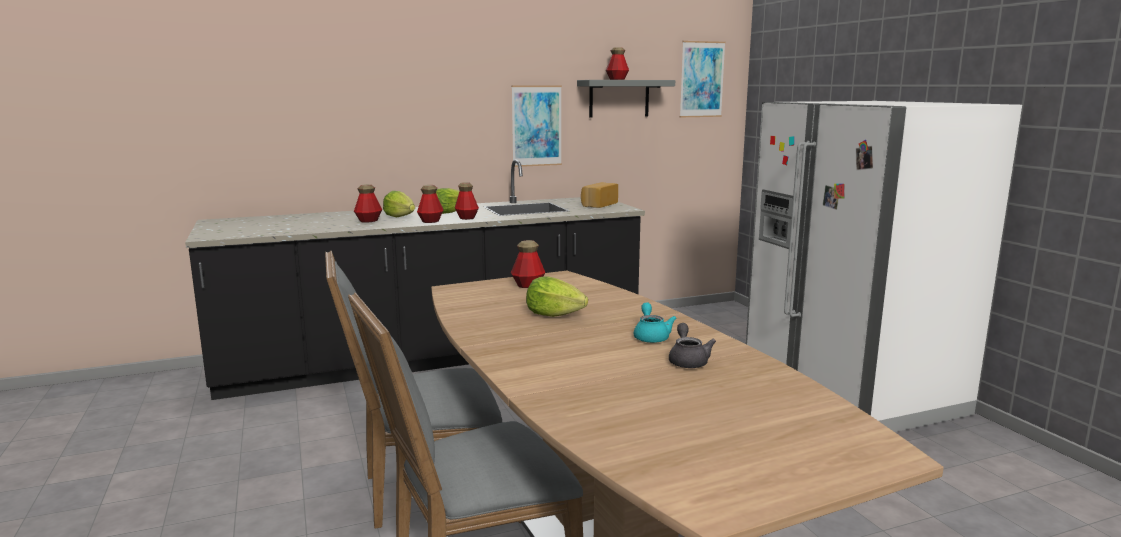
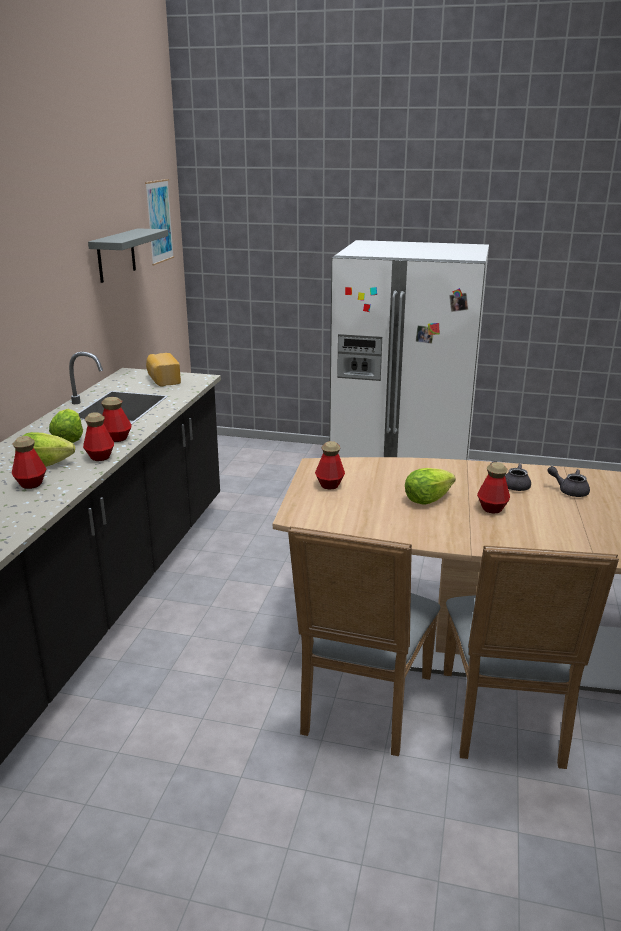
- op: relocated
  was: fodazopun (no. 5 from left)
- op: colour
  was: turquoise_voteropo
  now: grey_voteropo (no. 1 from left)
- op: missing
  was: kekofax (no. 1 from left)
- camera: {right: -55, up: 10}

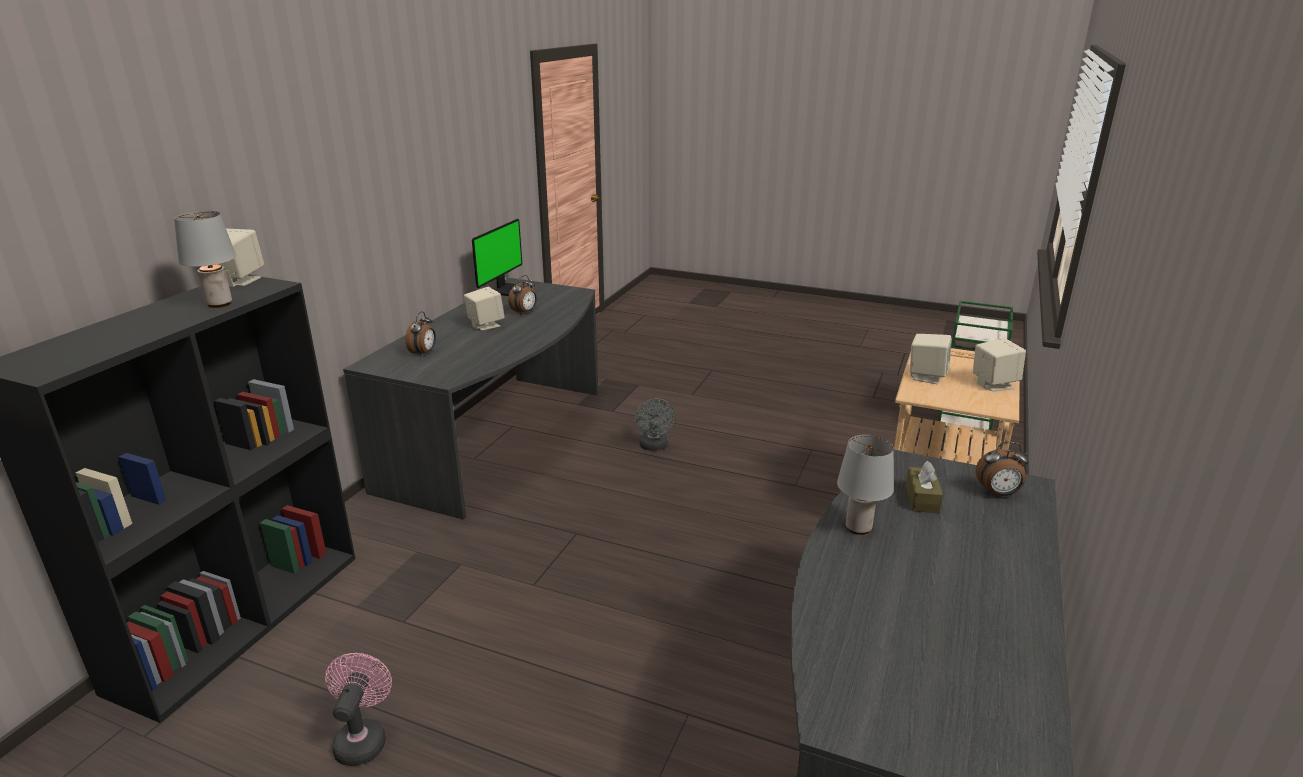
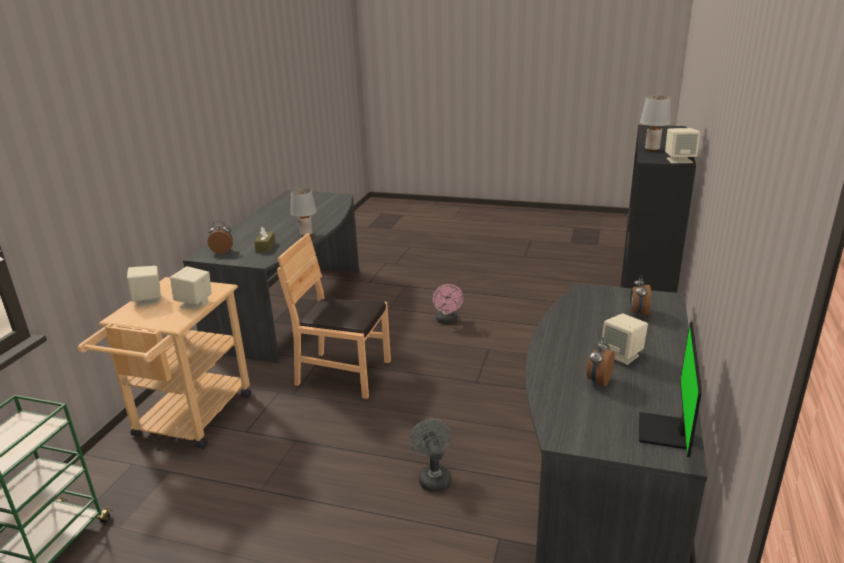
- op: appeared
  now: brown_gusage
- op: relocated
  was: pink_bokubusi
- camera: {right: 175, up: 0}

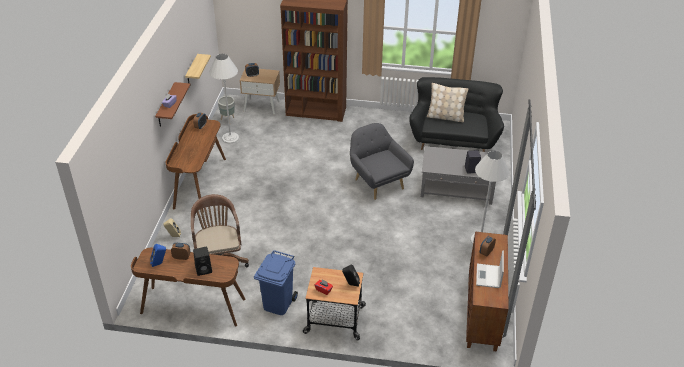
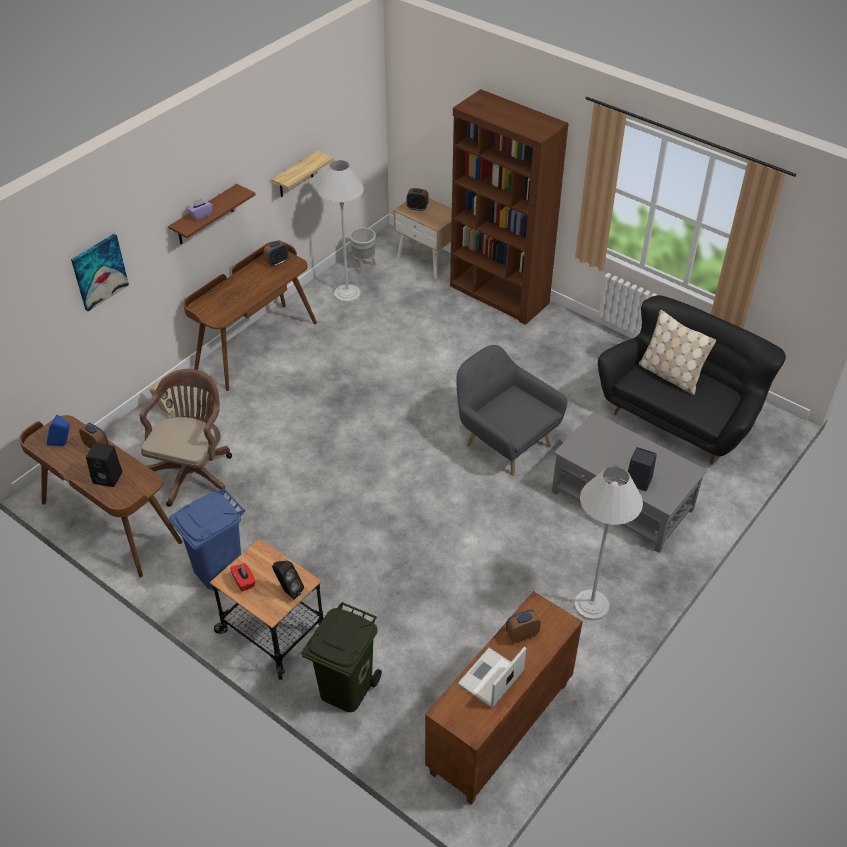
- op: appeared
  now: kekofax
- op: appeared
  now: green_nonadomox
- op: spun
  was: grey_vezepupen
  clockwise: -45
- camera: {right: 30, up: 5}

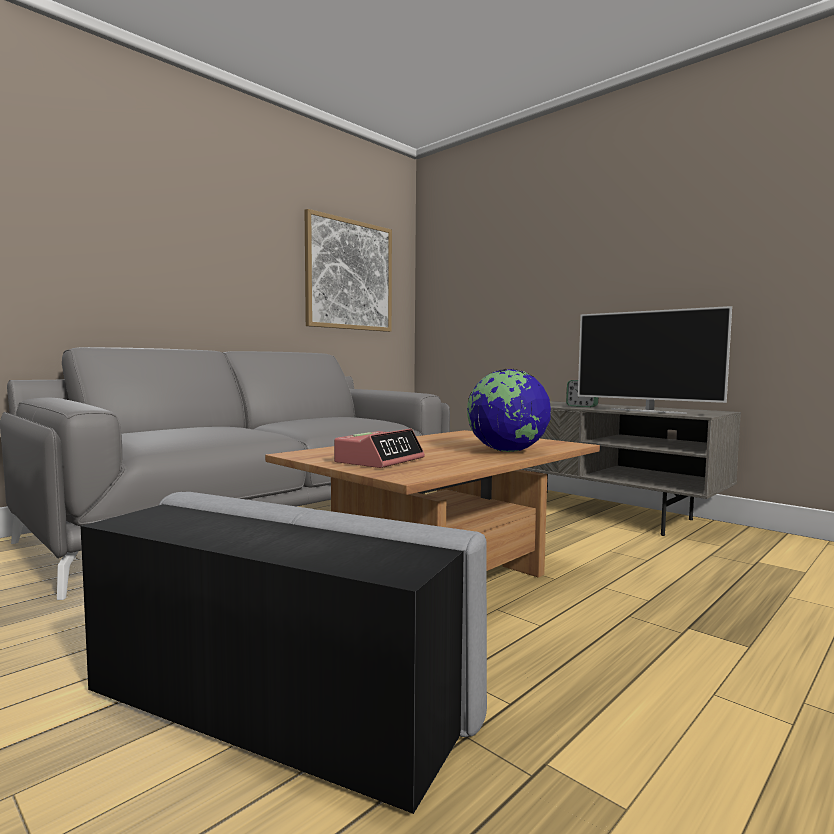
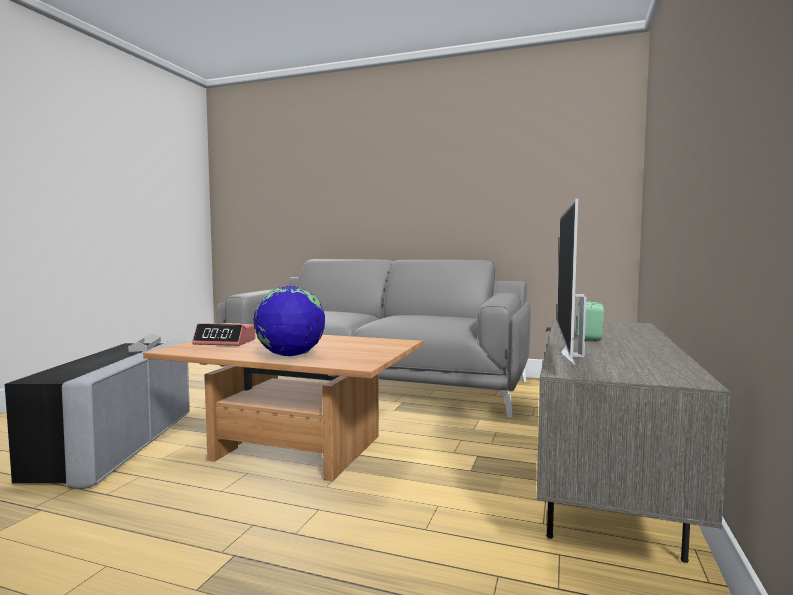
- op: appeared
  now: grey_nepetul
- op: missing
  was: kekofax
- camera: {right: 65, up: 0}

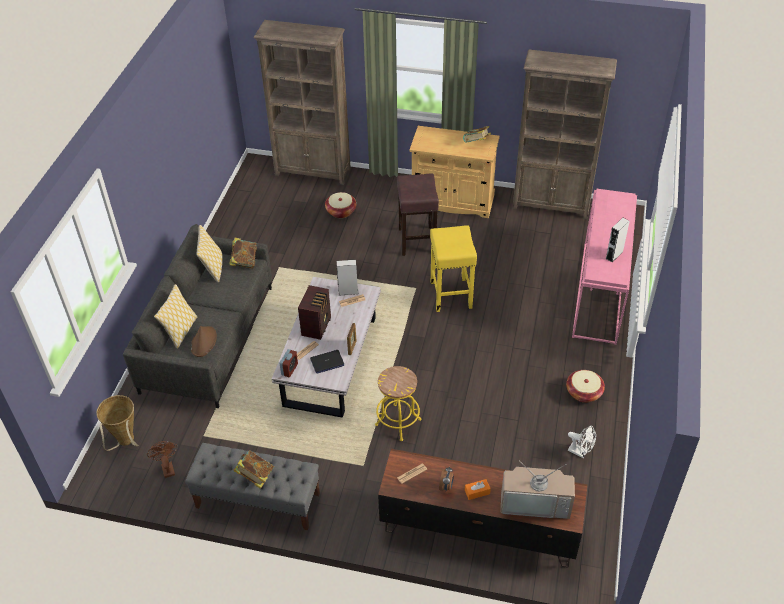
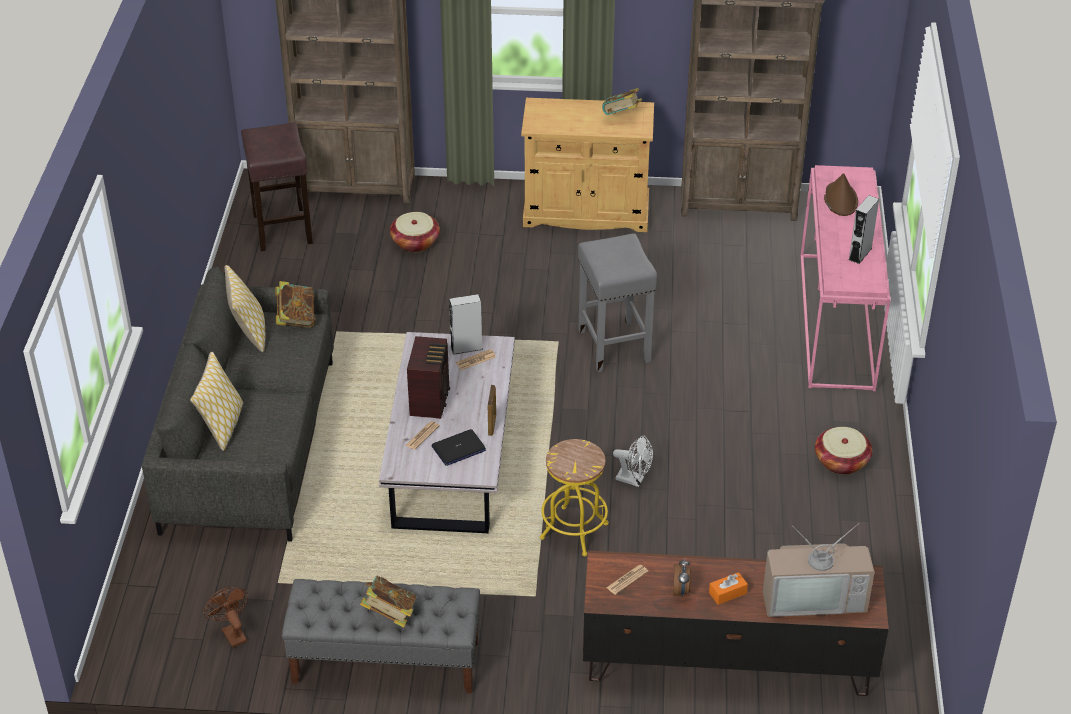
- op: relocated
  was: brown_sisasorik
- op: colour
  was: yellow_sisasorik (no. 2 from left)
  now: grey_sisasorik
- op: relocated
  was: white_bokubusi
- op: relocated
  was: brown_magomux
- op: missing
  was: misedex (no. 1 from left)
- op: missing
  was: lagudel (no. 1 from left)
- camera: {right: -10, up: -5}

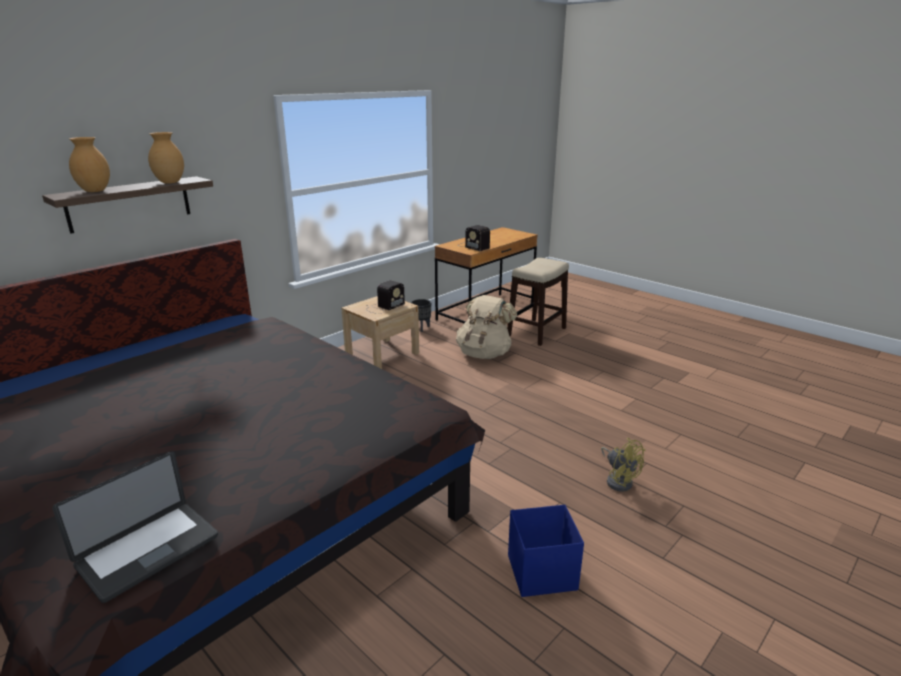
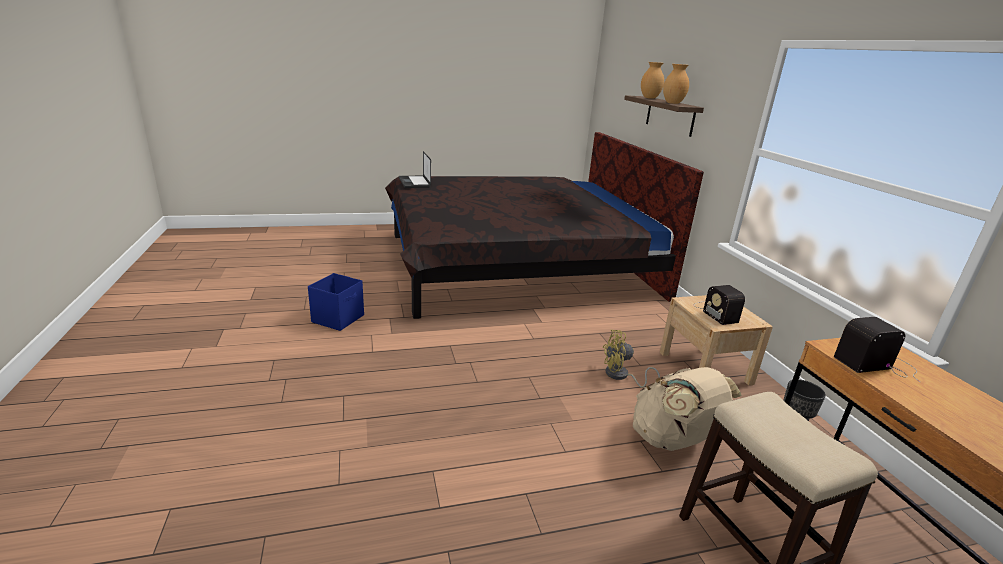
- op: relocated
  was: yellow_bokubusi
- camera: {right: 120, up: 0}

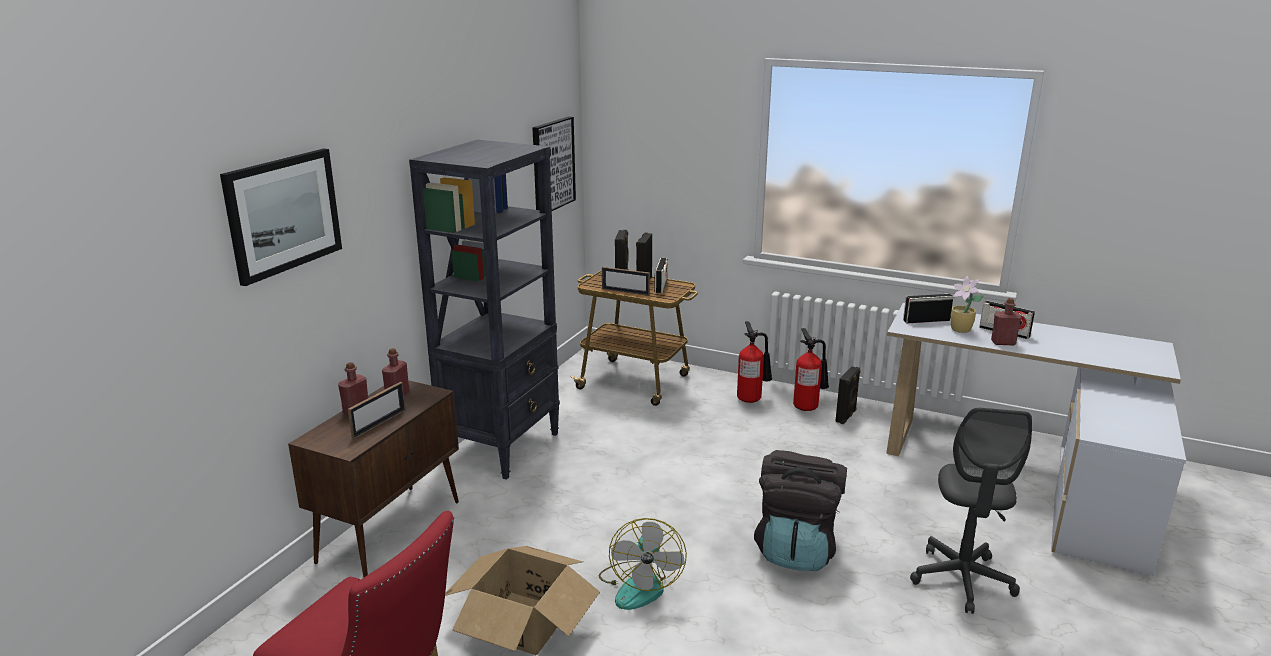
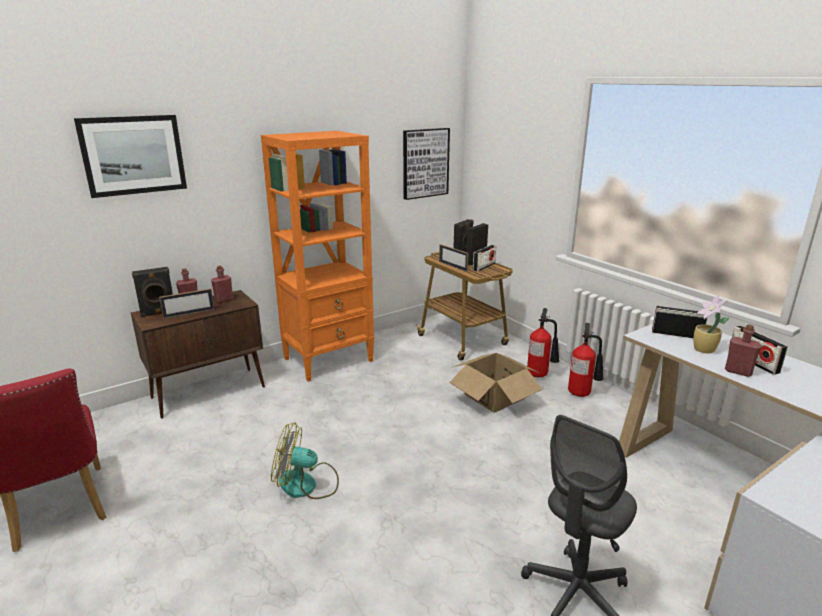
- op: relocated
  was: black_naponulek (no. 3 from left in the first image)
  now: black_naponulek (no. 1 from left)
- op: colour
  was: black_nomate
  now: orange_nomate
- op: spun
  was: bokubusi
  clockwise: 60
- op: relocated
  was: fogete
- op: missing
  was: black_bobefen
- camera: {right: 30, up: 0}

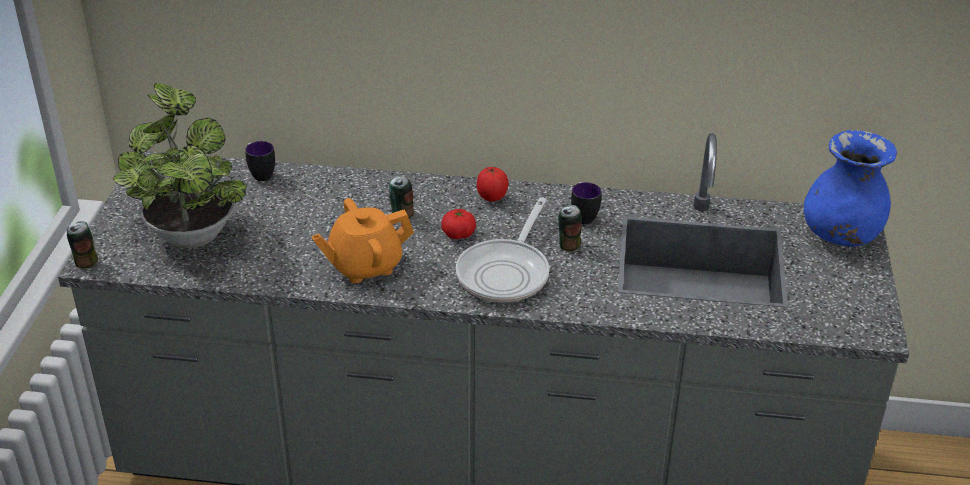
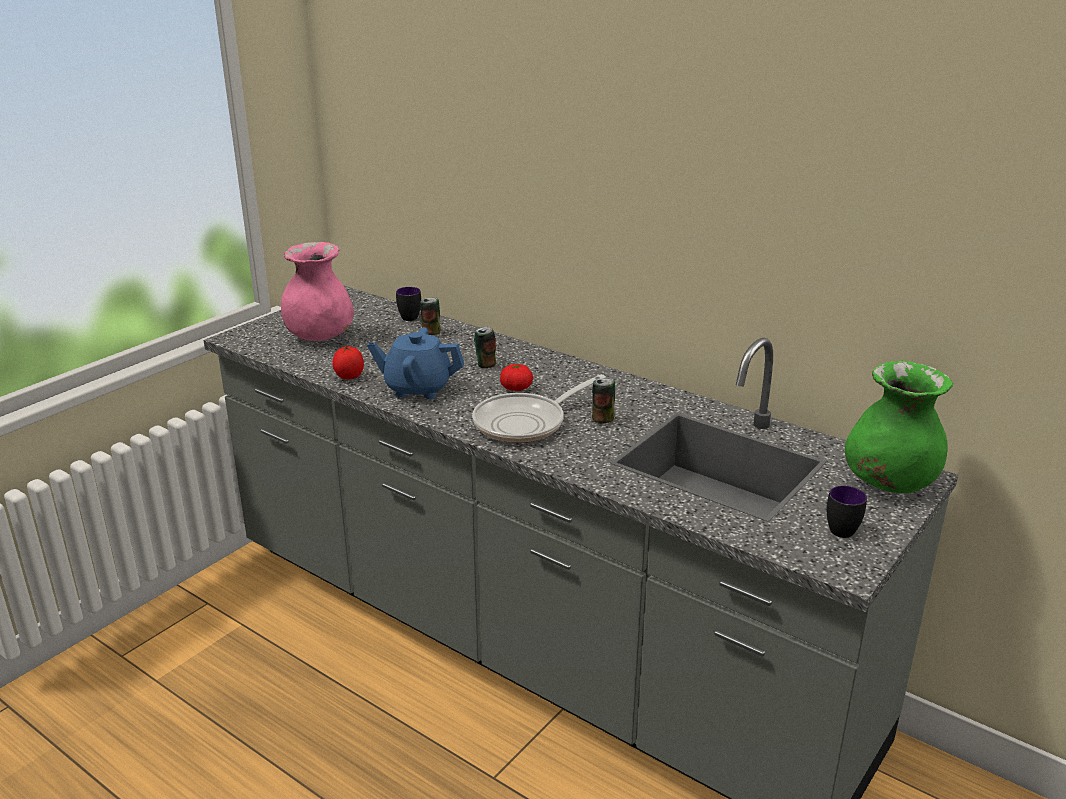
- op: exchanged
  was: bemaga
  now: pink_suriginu
- op: relocated
  was: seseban (no. 2 from left in the first image)
  now: seseban (no. 1 from left)
- op: colour
  was: orange_voteropo
  now: blue_voteropo
- op: relocated
  was: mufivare (no. 1 from left)
- op: relocated
  was: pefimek (no. 2 from left)
- op: colour
  was: blue_suriginu
  now: green_suriginu
- camera: {right: 30, up: -10}

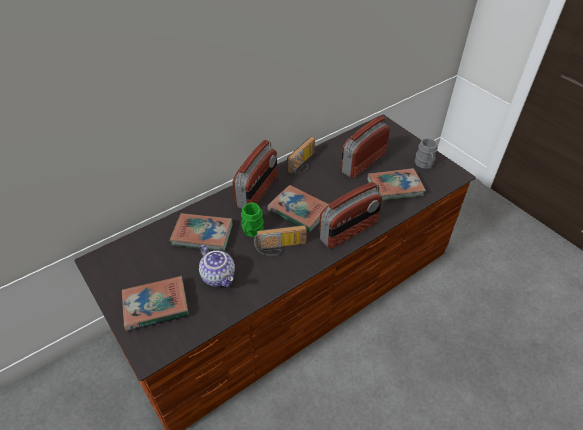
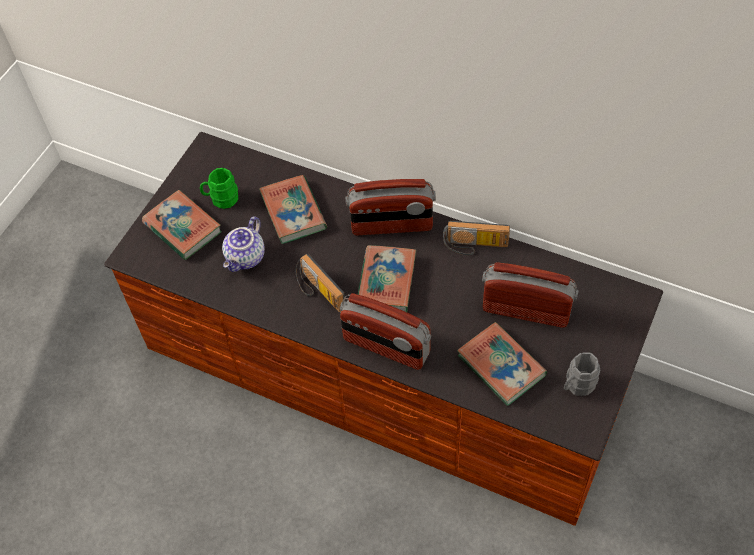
- op: relocated
  was: green_pefimek
- camera: {right: 65, up: 10}

